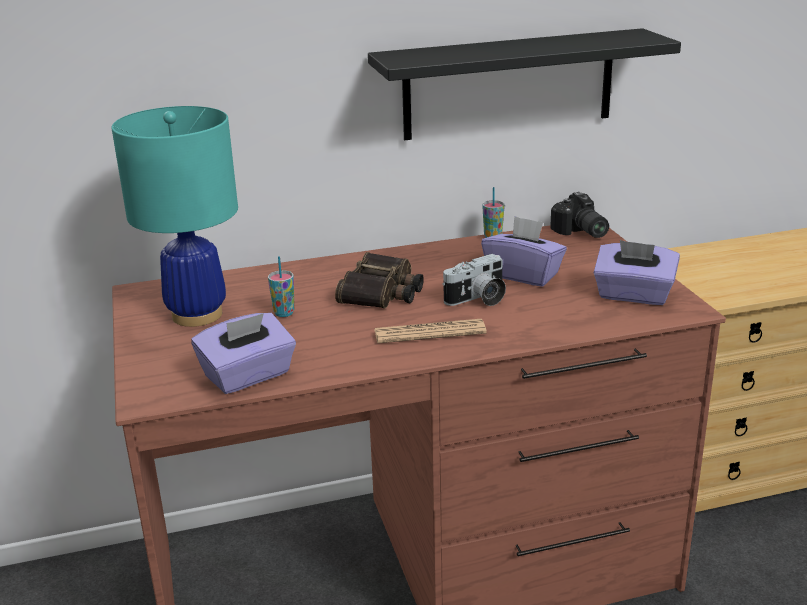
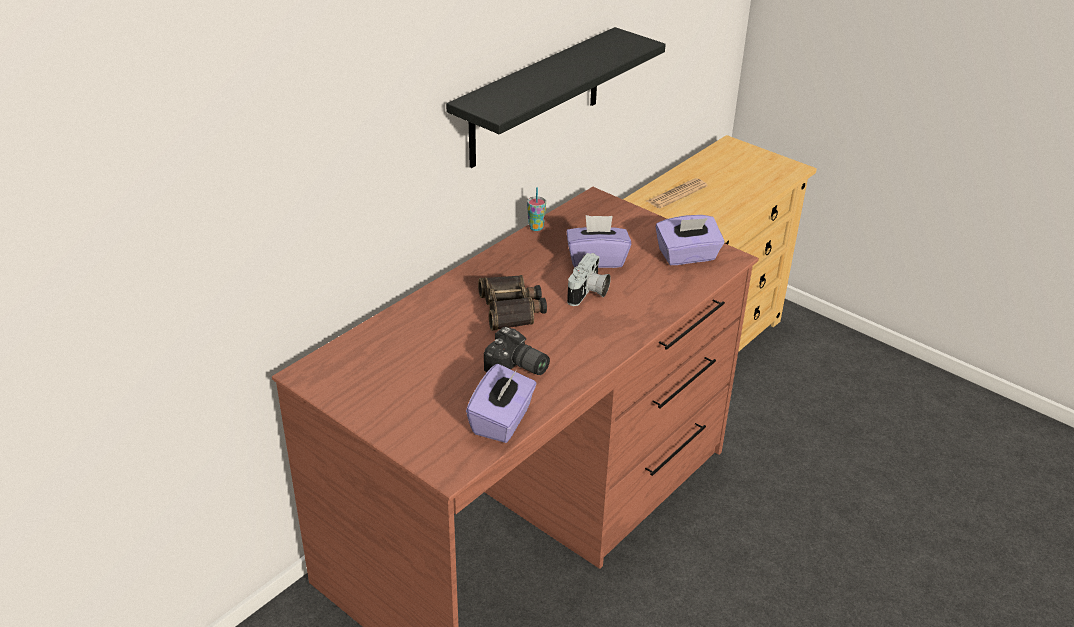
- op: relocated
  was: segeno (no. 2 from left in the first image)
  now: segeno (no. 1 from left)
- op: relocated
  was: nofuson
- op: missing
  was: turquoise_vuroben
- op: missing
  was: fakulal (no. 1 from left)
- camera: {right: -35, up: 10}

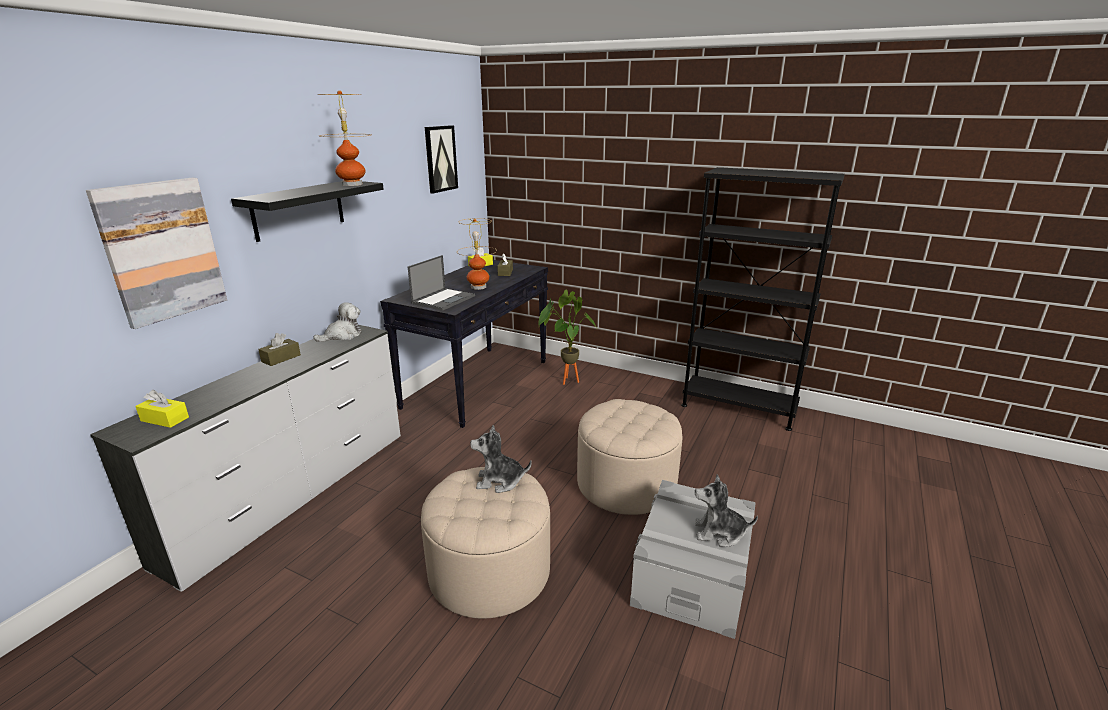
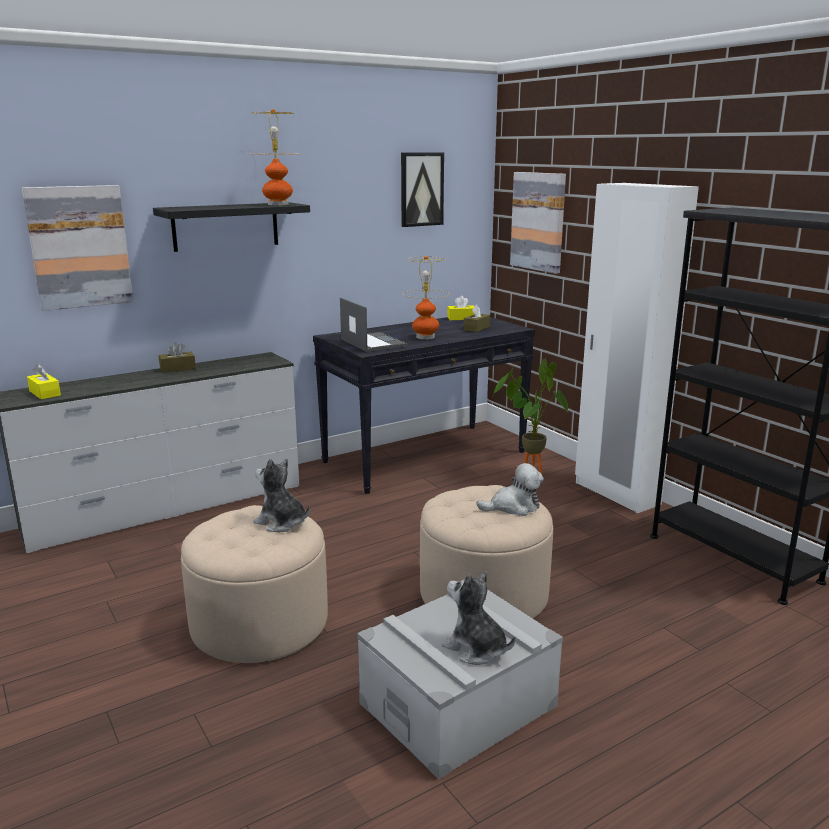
- op: spun
  was: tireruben
  clockwise: -90
- op: relocated
  was: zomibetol (no. 1 from left in the first image)
  now: zomibetol (no. 3 from left)
- op: appeared
  now: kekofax (no. 3 from left)
- op: appeared
  now: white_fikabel
- camera: {right: 30, up: -5}

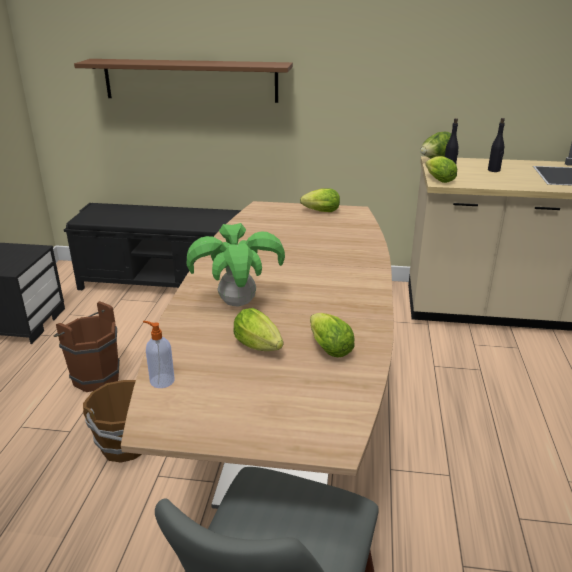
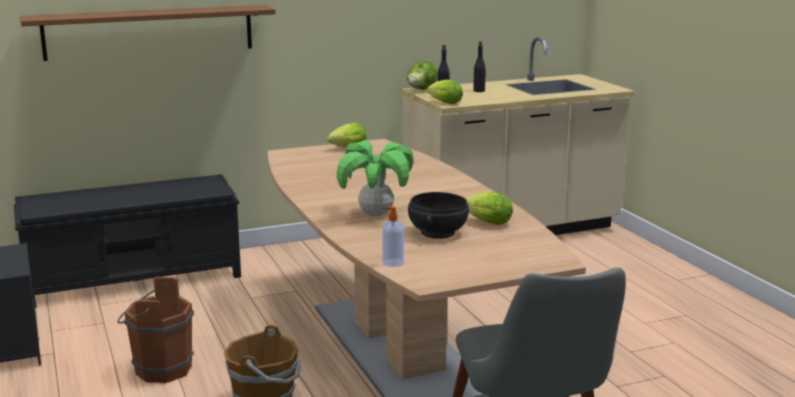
- op: exchanged
  was: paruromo (no. 1 from left)
  now: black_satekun
- camera: {right: -30, up: -10}

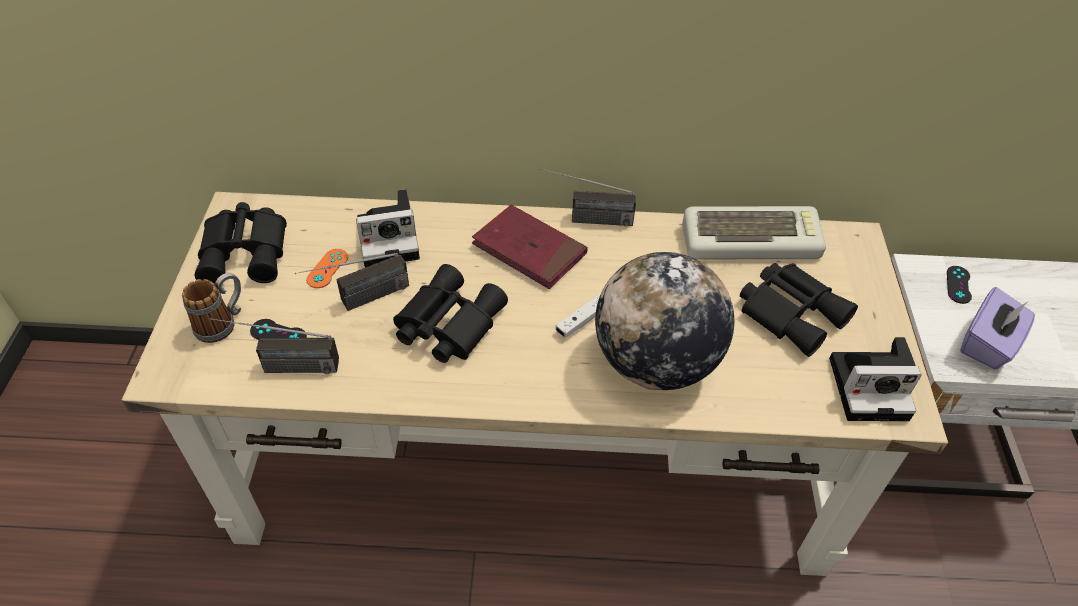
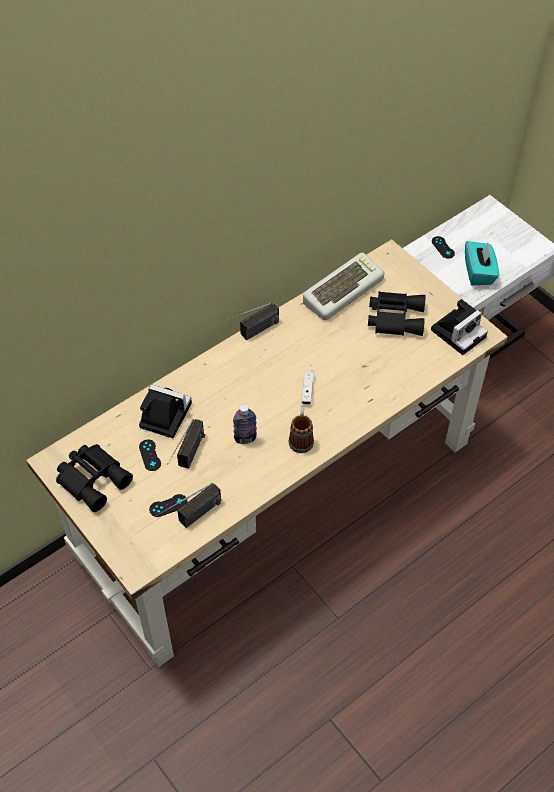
- op: spun
  was: segeno (no. 1 from left)
  clockwise: -105
- op: colour
  was: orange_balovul
  now: black_balovul (no. 1 from left)
- op: exchanged
  was: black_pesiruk (no. 2 from left)
  now: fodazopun
- op: relocated
  was: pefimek
- op: colour
  was: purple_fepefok
  now: turquoise_fepefok
- op: missing
  was: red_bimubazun
- op: missing
  was: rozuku
- camera: {right: -40, up: 5}

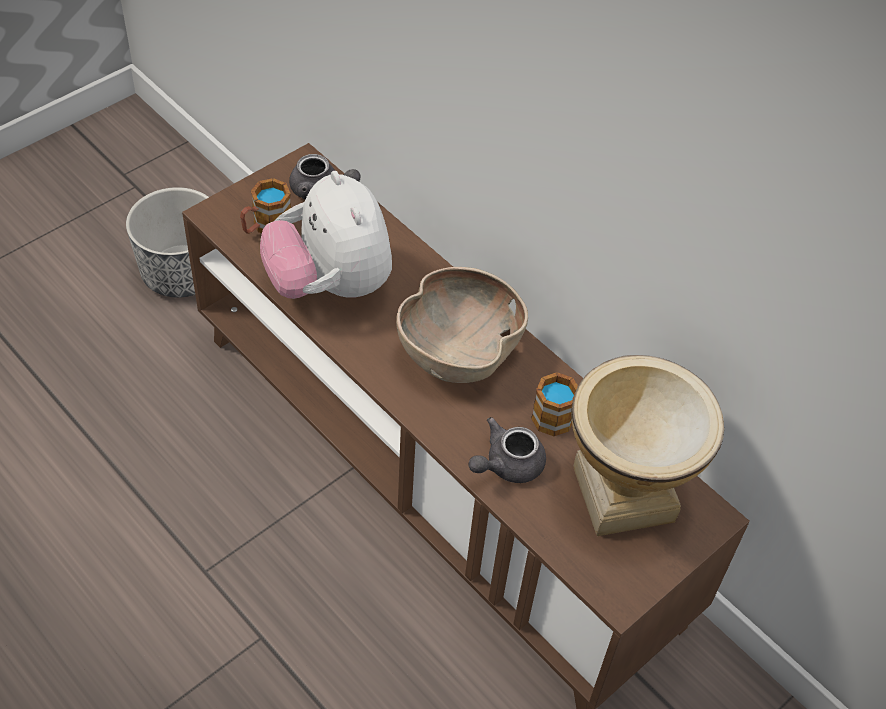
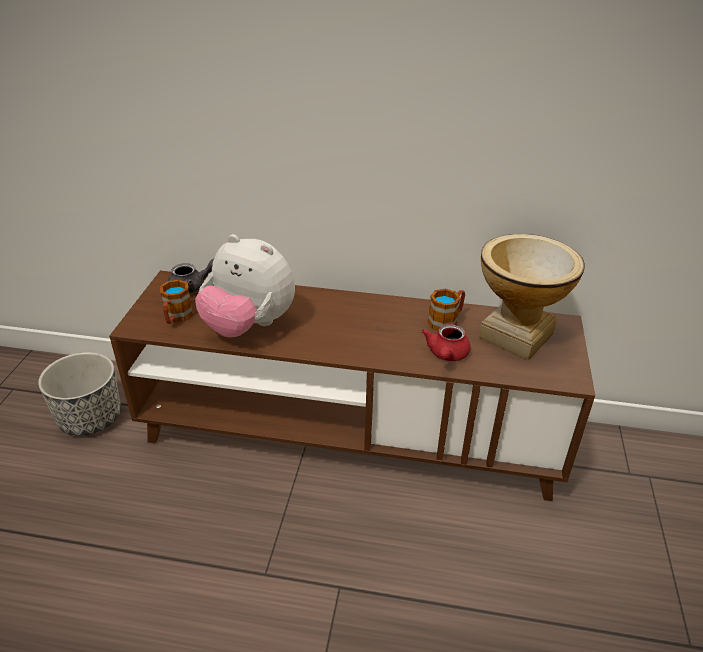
- op: colour
  was: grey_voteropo (no. 2 from left)
  now: red_voteropo
- op: missing
  was: brown_satekun
- camera: {right: -35, up: -15}

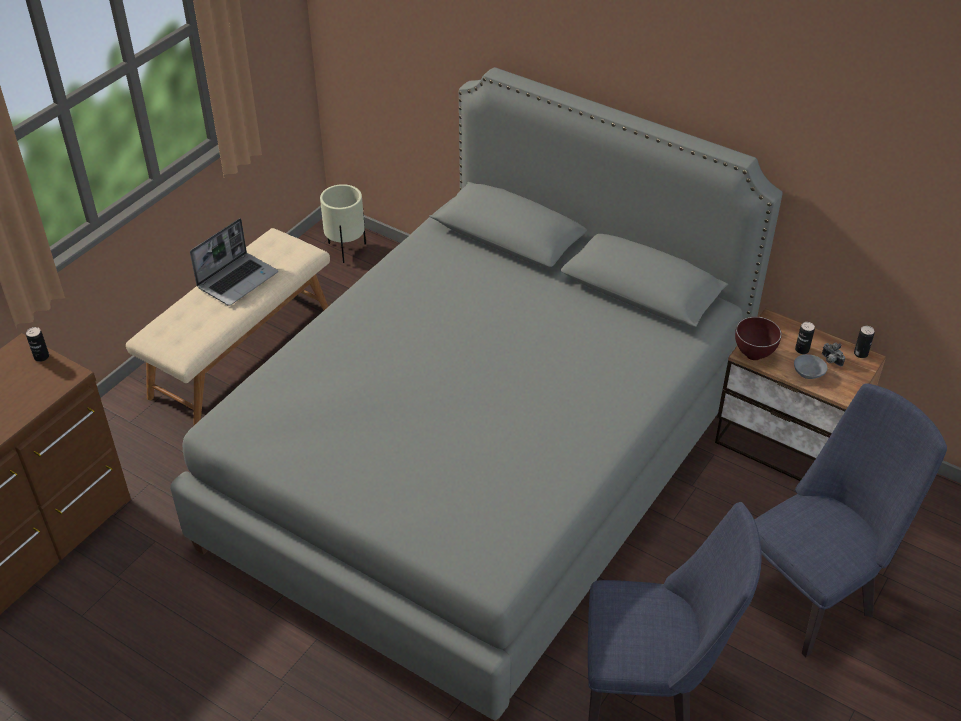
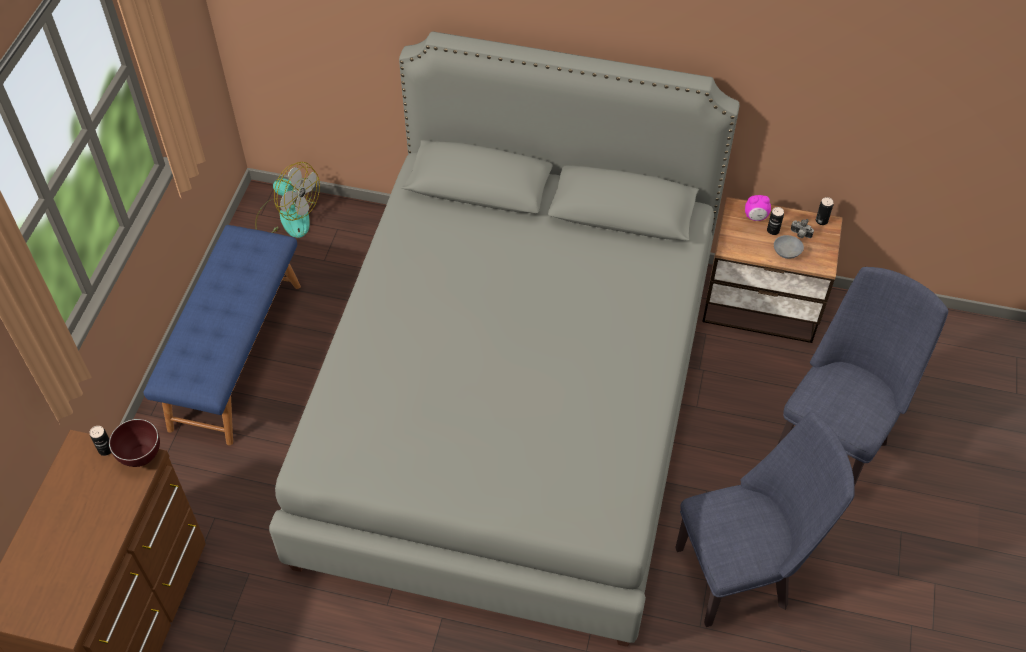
- op: relocated
  was: brown_satekun
- op: colour
  was: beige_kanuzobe
  now: blue_kanuzobe
- op: exchanged
  was: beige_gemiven
  now: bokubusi
- op: appeared
  now: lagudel
- op: missing
  was: tireruben
- camera: {right: -20, up: 10}

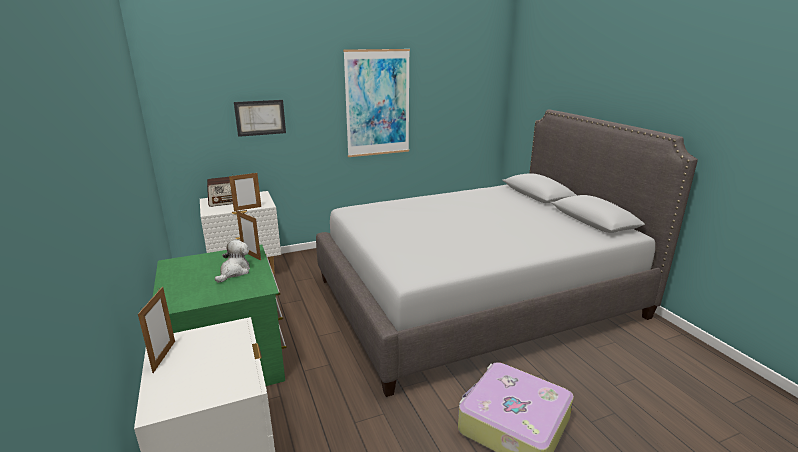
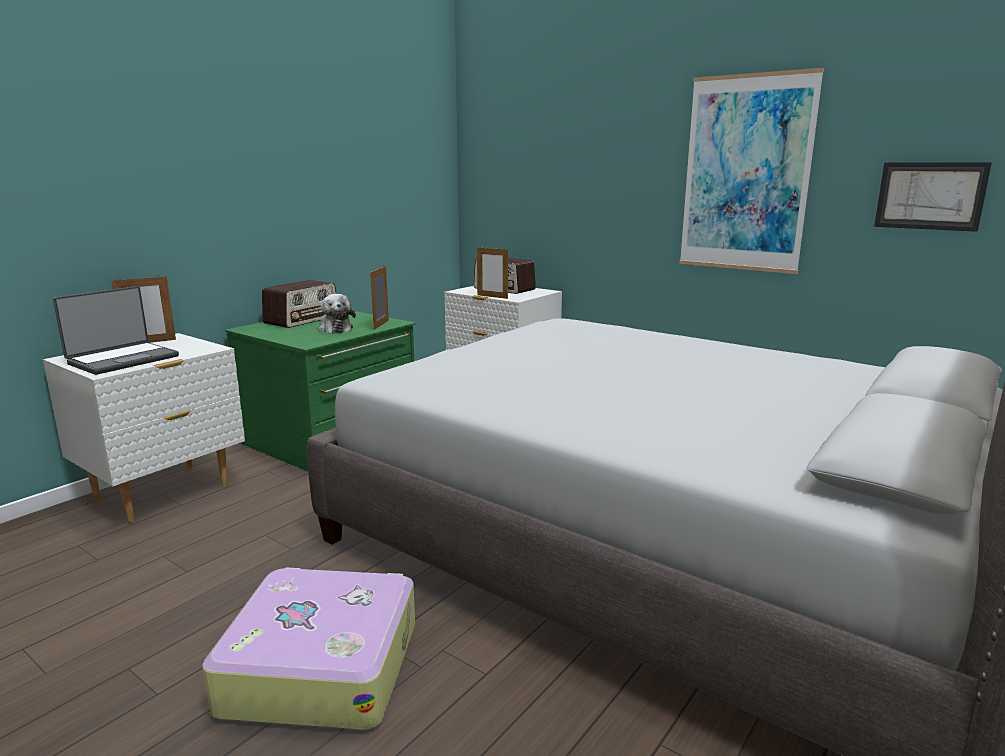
- op: appeared
  now: tireruben
- op: appeared
  now: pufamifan (no. 1 from left)
- op: spun
  was: zomibetol
  clockwise: 75
- op: relocated
  was: kekofax (no. 1 from left in the first image)
  now: kekofax (no. 2 from left)
- camera: {right: 60, up: -5}

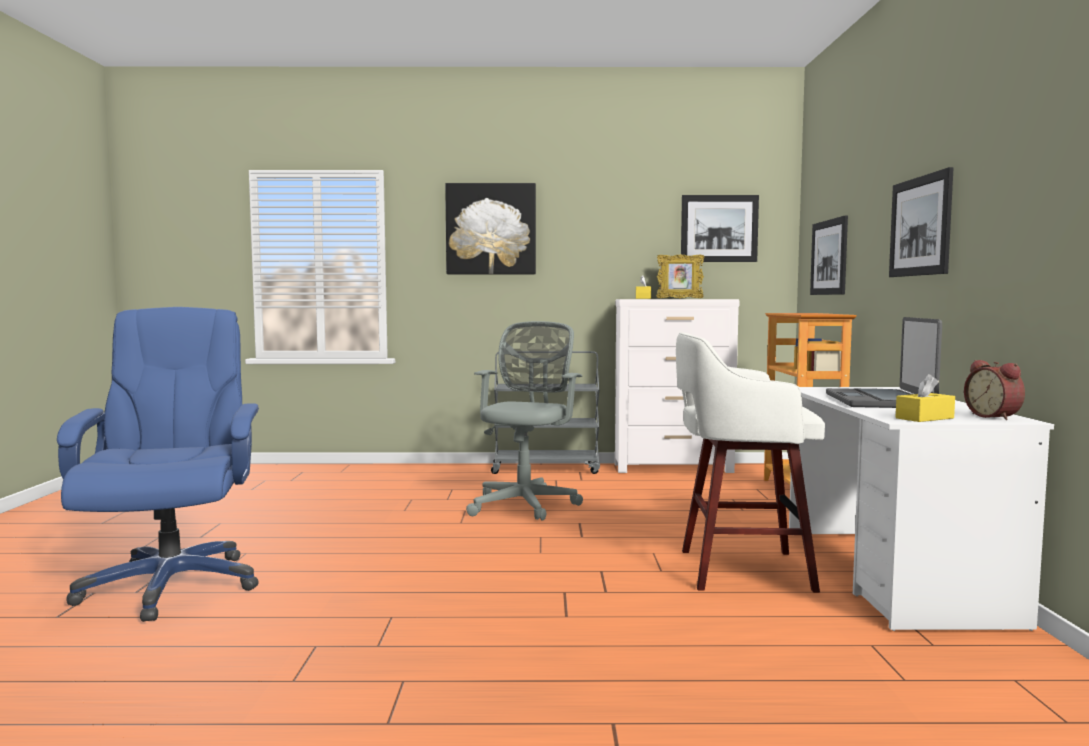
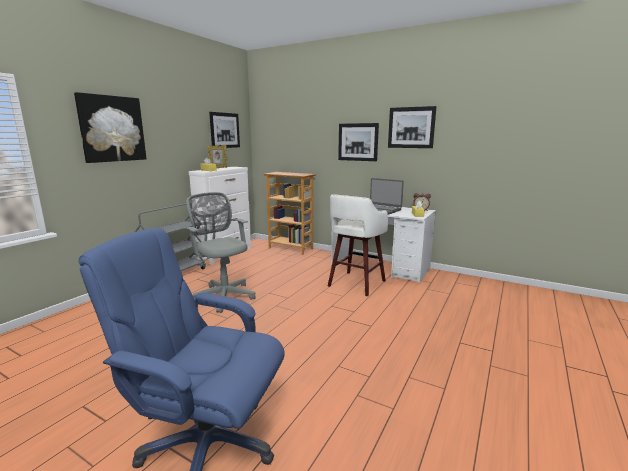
- op: relocated
  was: kekofax (no. 3 from left in the first image)
  now: kekofax (no. 4 from left)
- camera: {right: -60, up: 10}

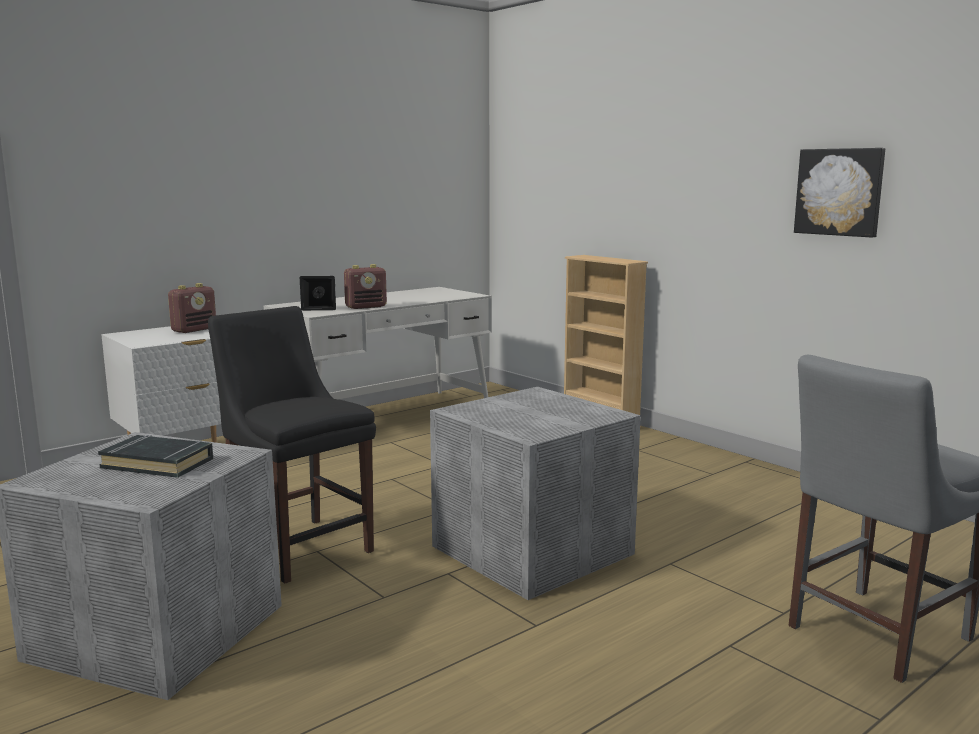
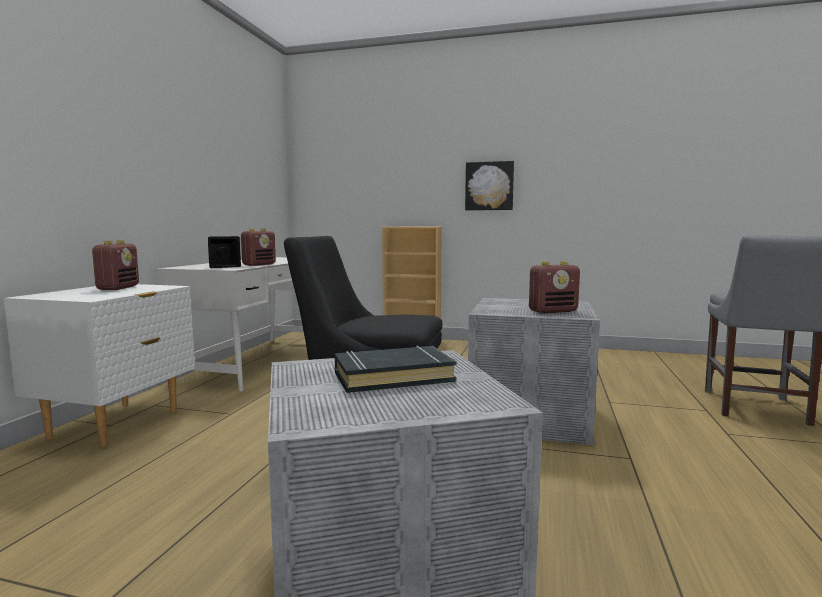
- op: relocated
  was: kekofax
- op: appeared
  now: pufamifan (no. 3 from left)
- camera: {right: -35, up: -5}

